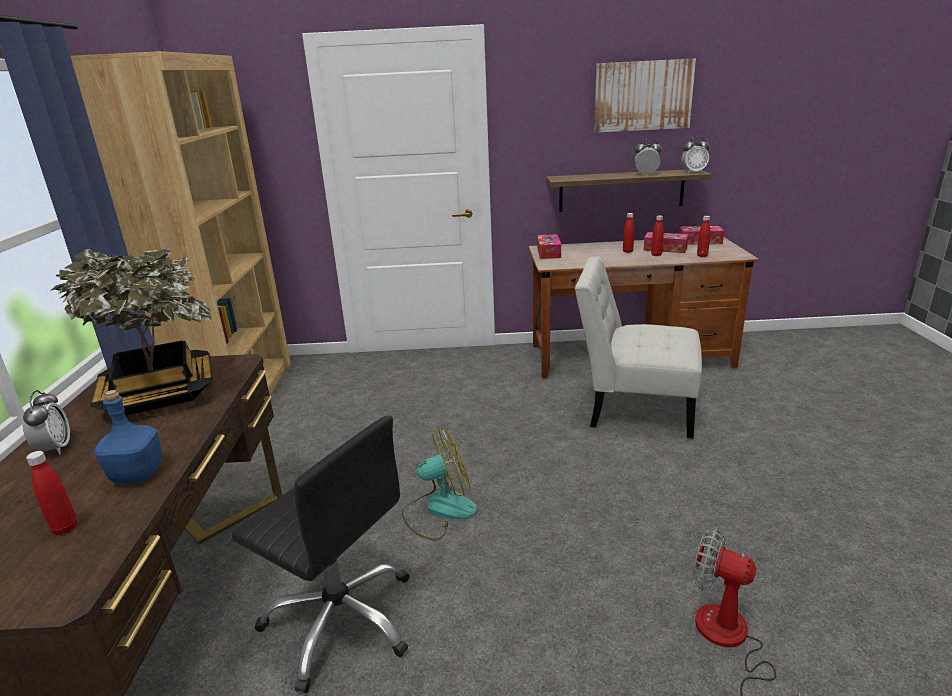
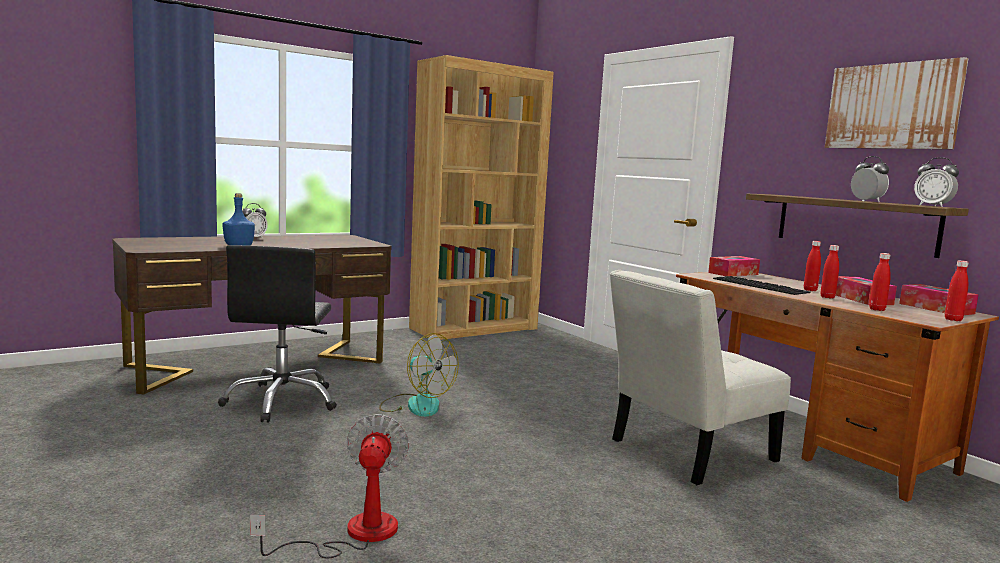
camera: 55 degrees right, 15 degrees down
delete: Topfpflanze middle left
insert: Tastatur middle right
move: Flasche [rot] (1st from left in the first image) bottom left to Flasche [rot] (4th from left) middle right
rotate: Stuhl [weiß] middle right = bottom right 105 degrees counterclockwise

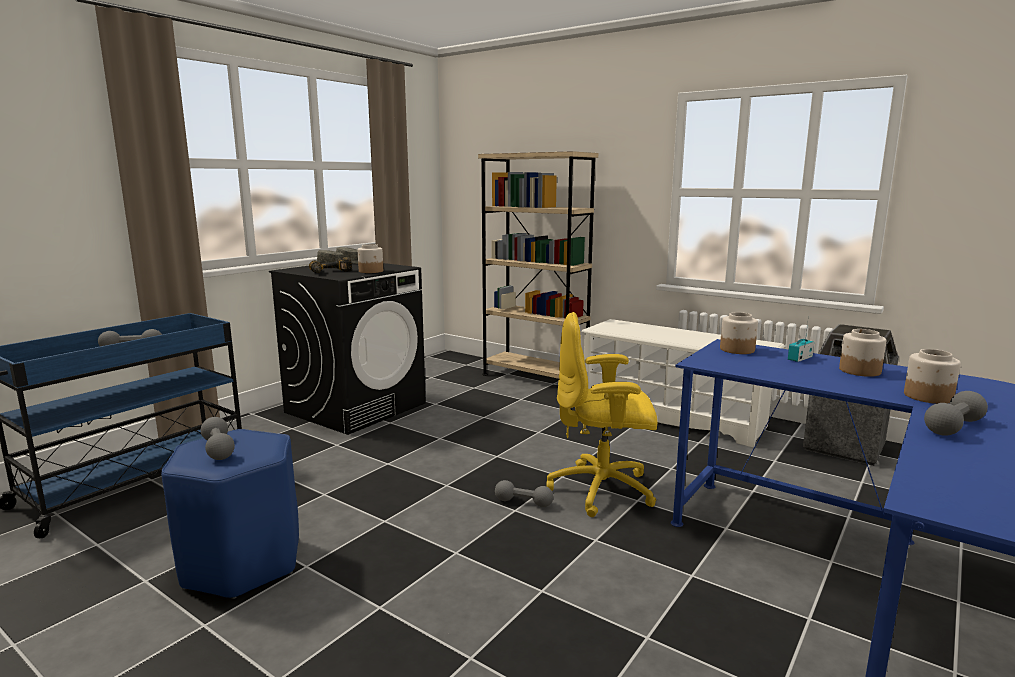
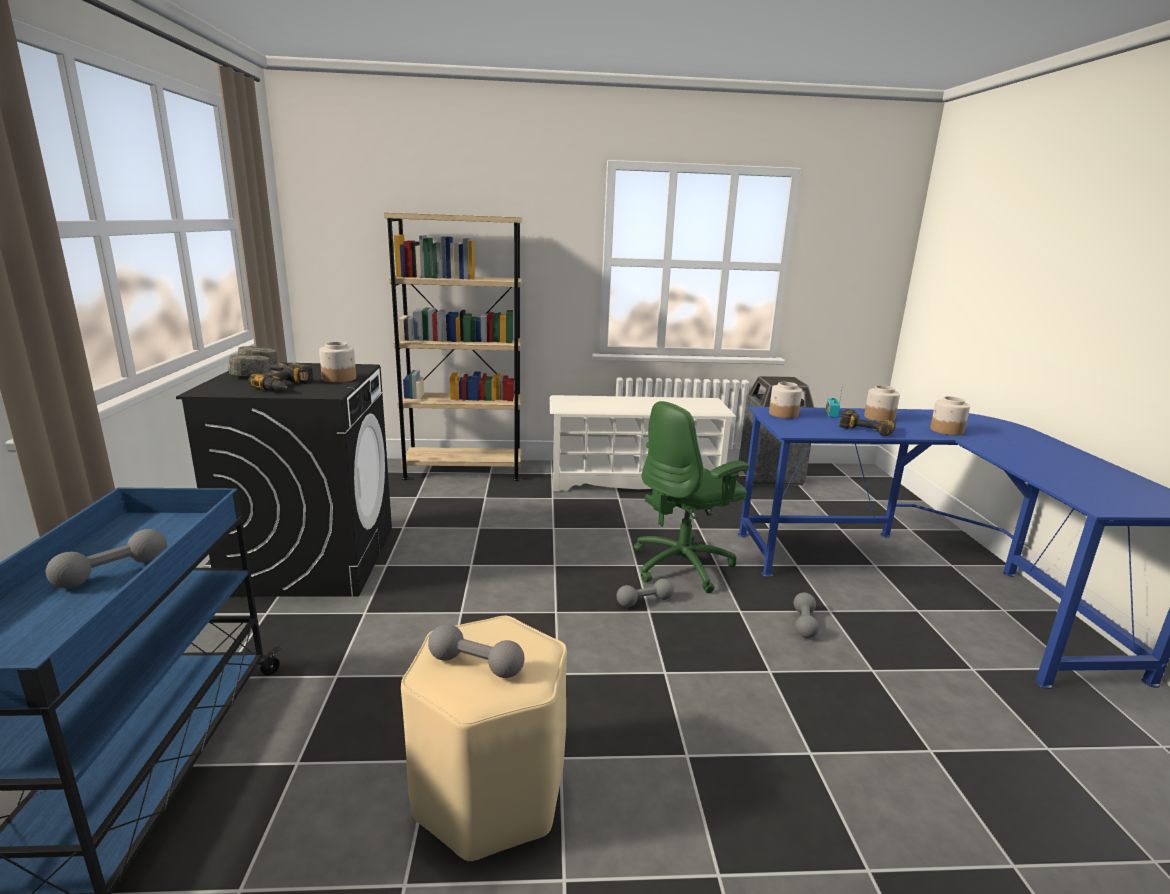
camera: 40 degrees left, 5 degrees up
insert: Bohrmaschine (2nd from left) middle right
move: Hantel [grau] (4th from left) middle right to bottom right
recolor: Hocker [blau] bottom left to Hocker [beige] bottom centre; Bürostuhl [gelb] centre to Bürostuhl [grün] centre

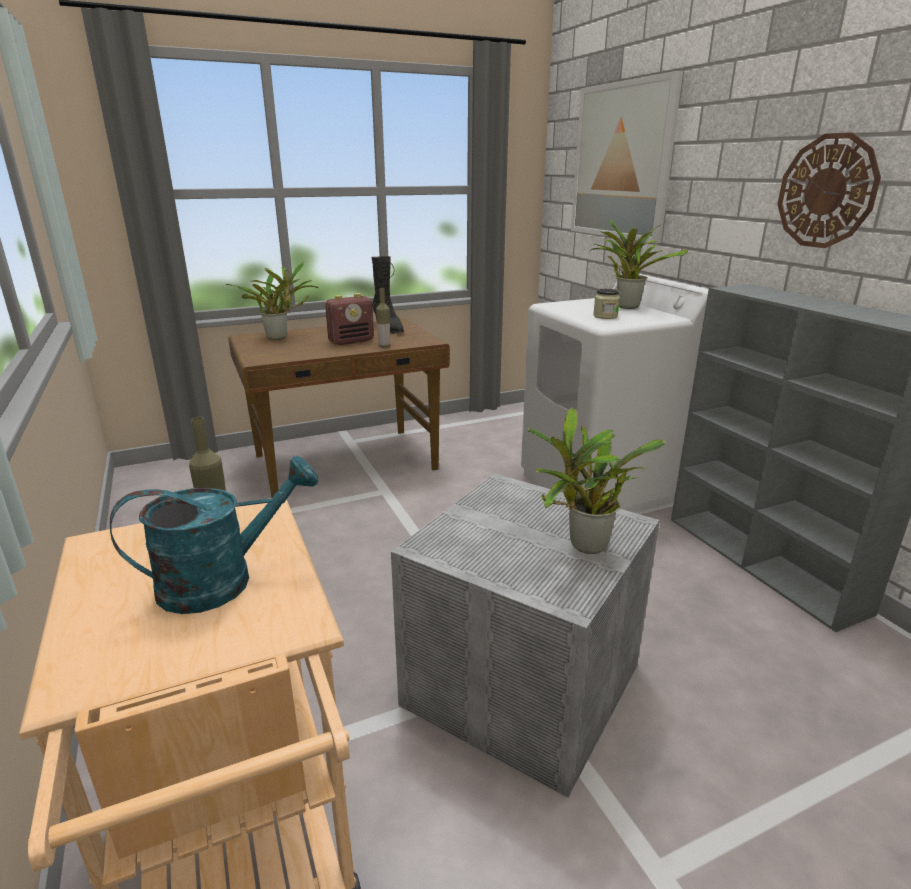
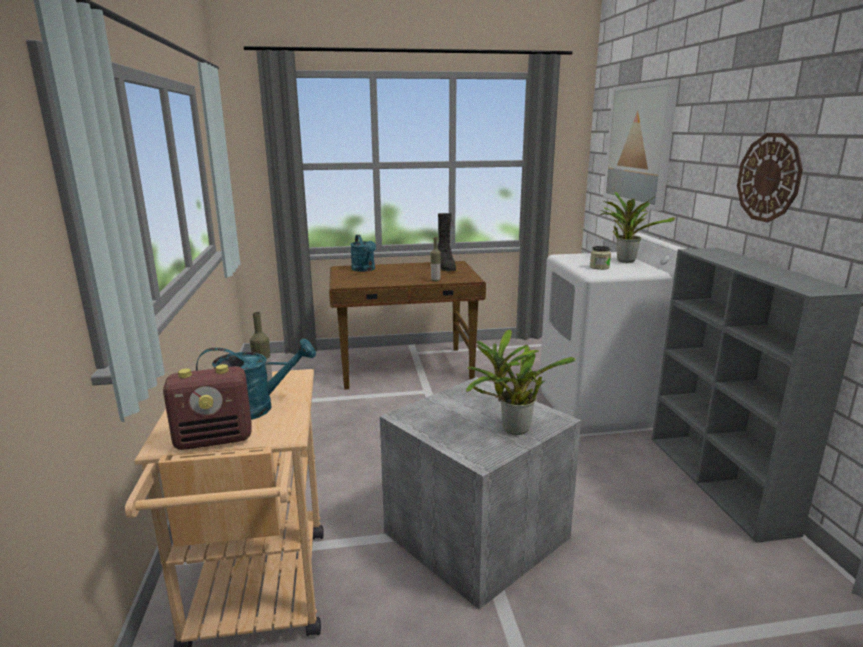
camera: 15 degrees right, 5 degrees down
move: Radio centre to middle left
replace: Topfpflanze (1st from left) middle left to Gießkanne [türkis] (2nd from left) centre

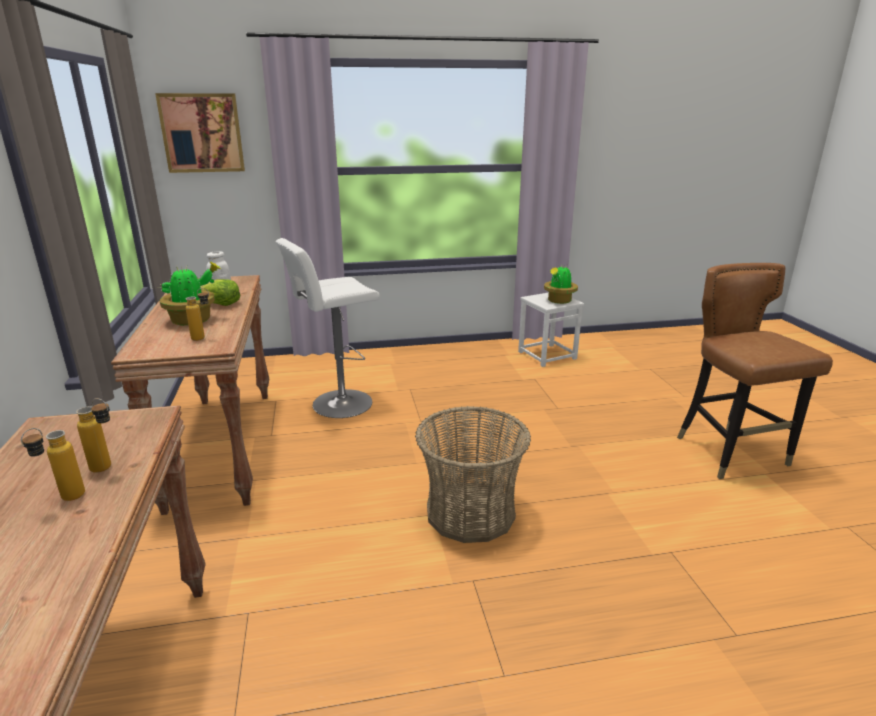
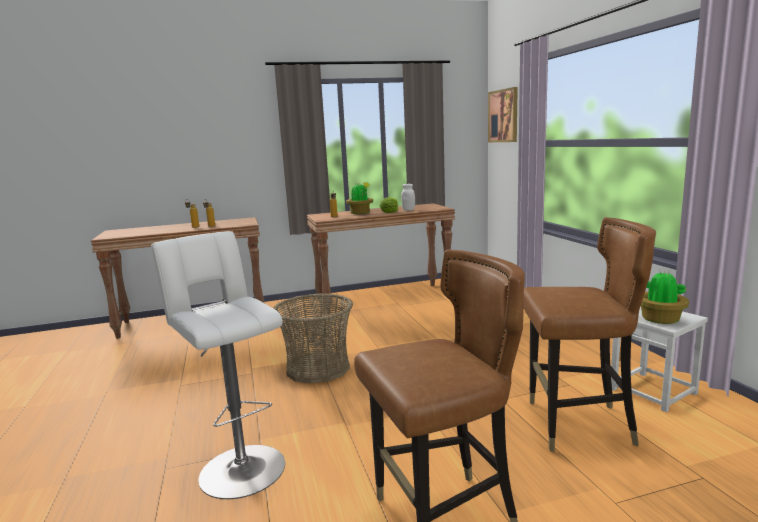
camera: 85 degrees right, 10 degrees down
insert: Stuhl [braun] (2nd from left) middle right
move: Hocker [weiß] (1st from left) centre to bottom left

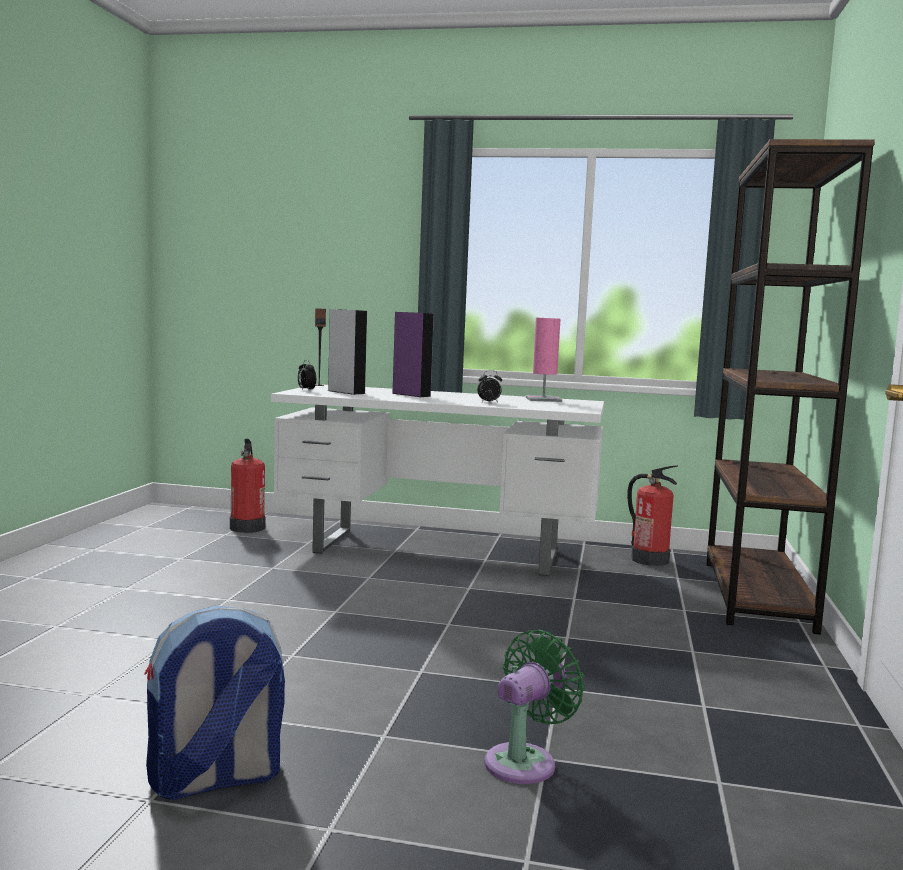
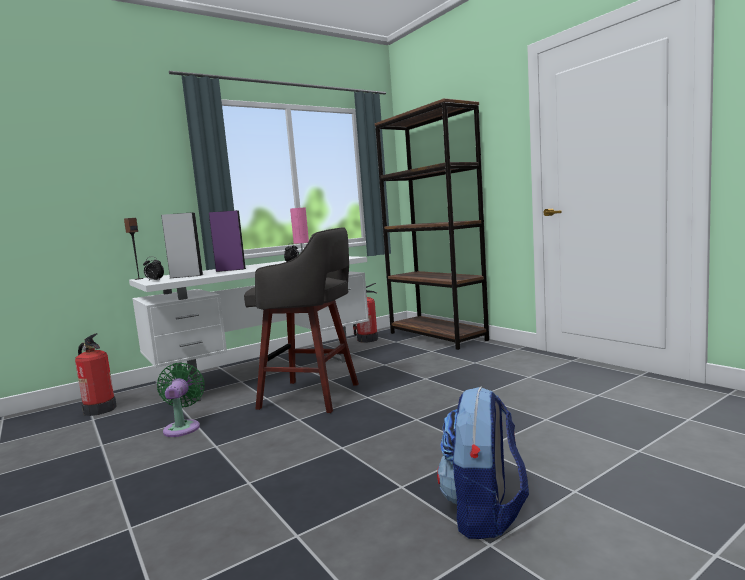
camera: 45 degrees left, 0 degrees up
insert: Hocker [grau] centre
move: Ventilator [grün] bottom centre to bottom left

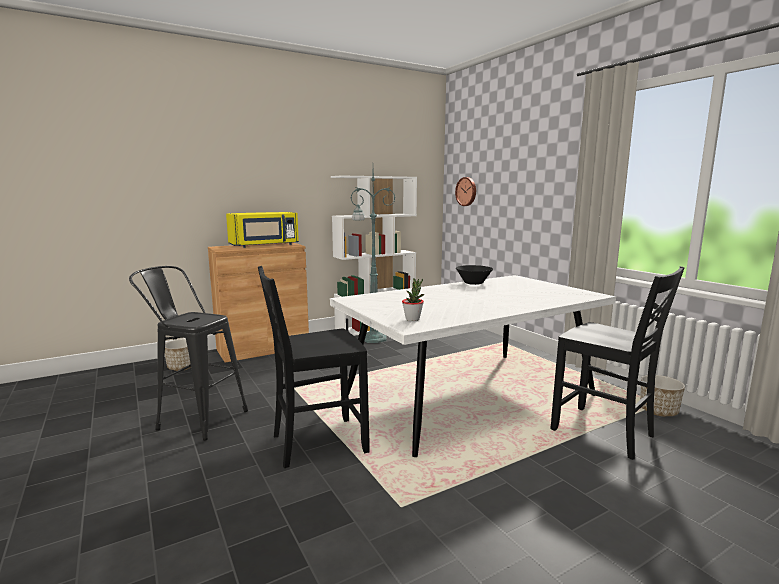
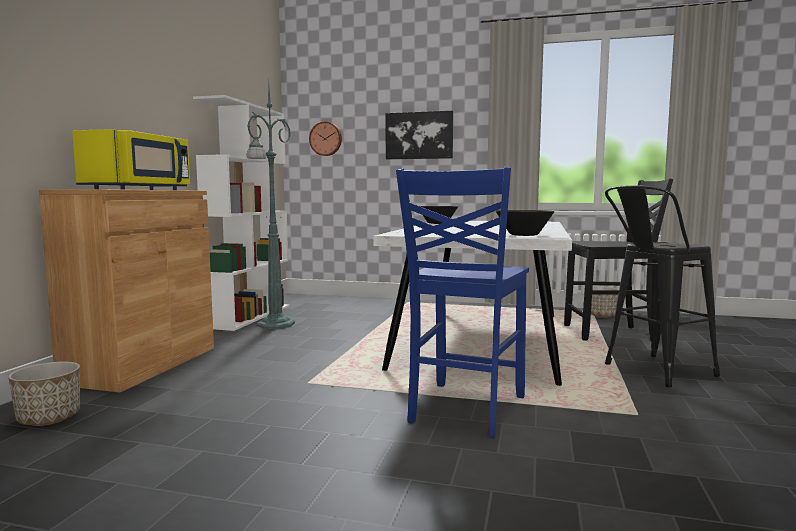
camera: 45 degrees left, 5 degrees down
insert: Bild top centre
move: Hocker [schwarz] middle left to middle right
replace: Topfpflanze centre to Schüssel [schwarz] (2nd from left) centre
recolor: Stuhl [schwarz] (1st from left) centre to Stuhl [blau] centre

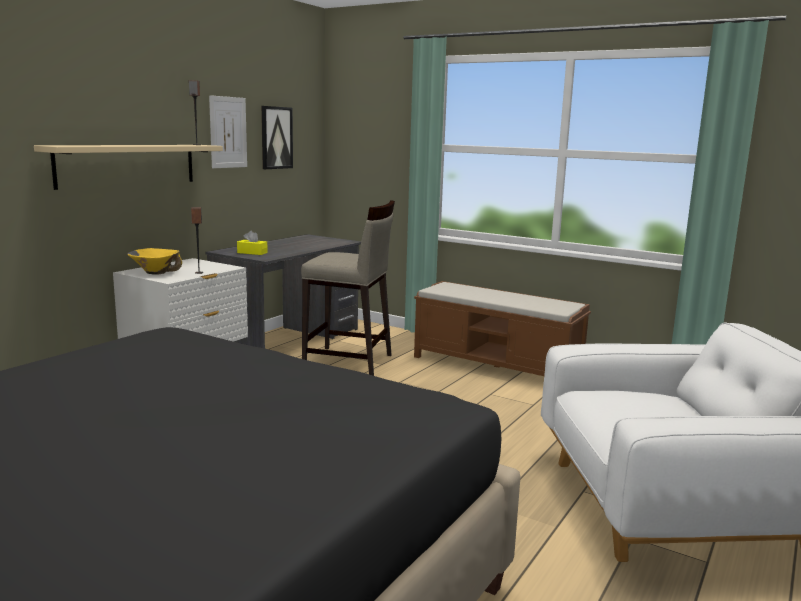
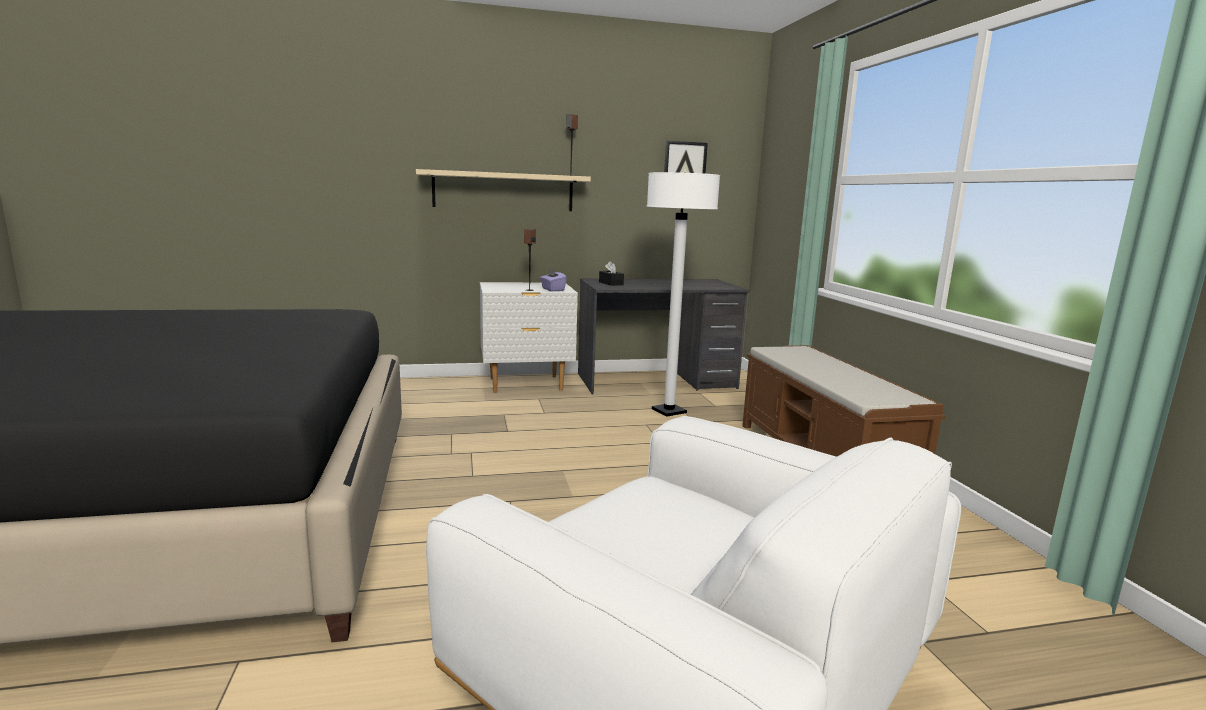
camera: 45 degrees right, 0 degrees up
delete: Schüssel [gelb] middle left; Bild (1st from left) top left
insert: Taschentuchbox [lila] centre
replace: Hocker [beige] centre to Stehlampe [weiß] centre
recolor: Taschentuchbox [gelb] middle left to Taschentuchbox [schwarz] centre

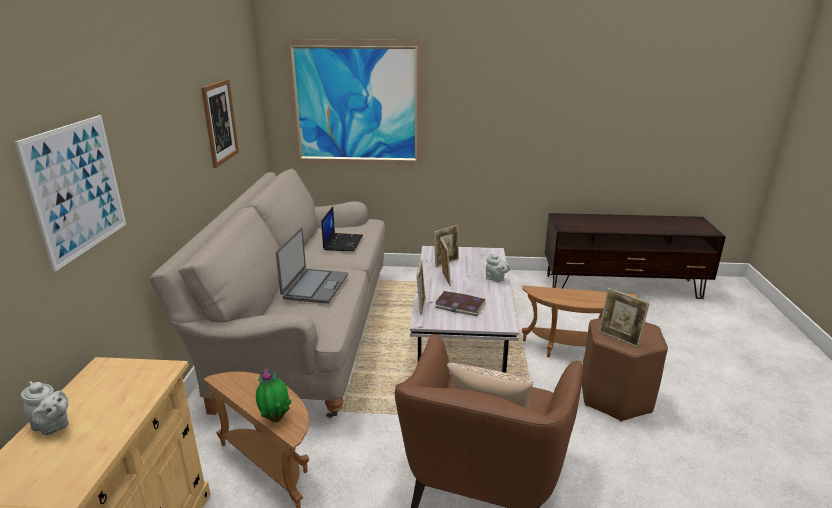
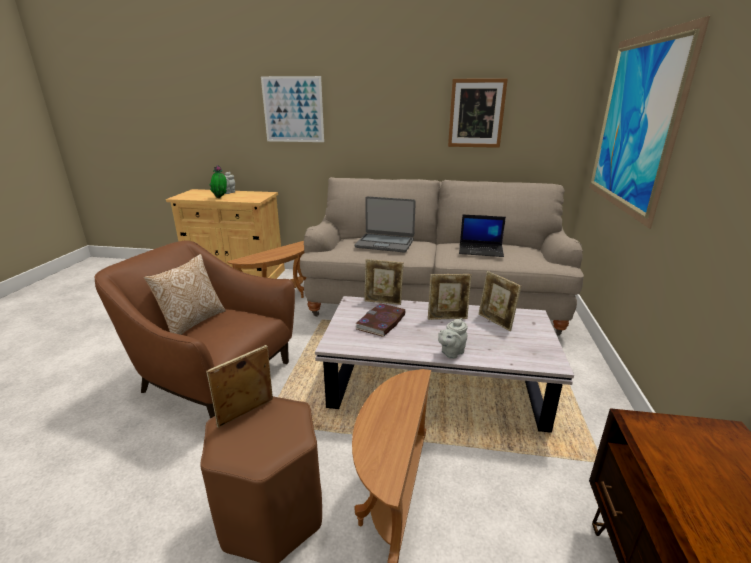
camera: 95 degrees right, 0 degrees up
move: Topfpflanze bottom left to top left

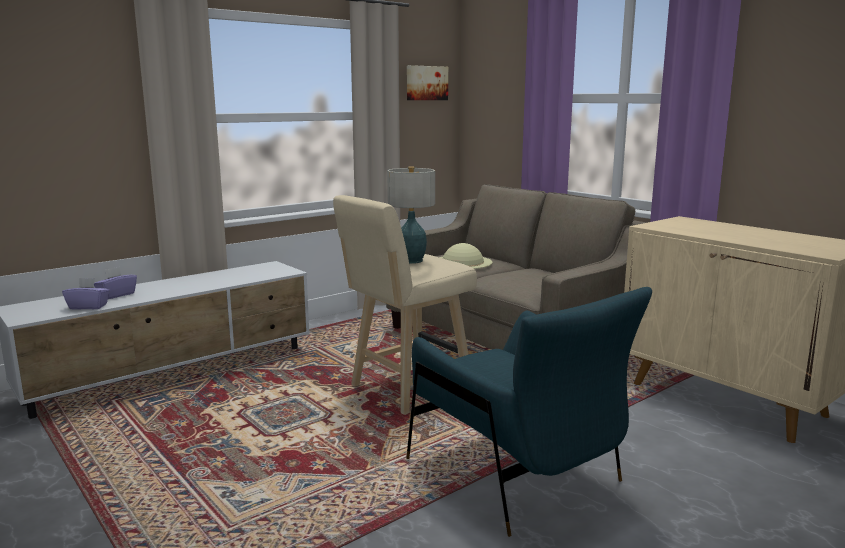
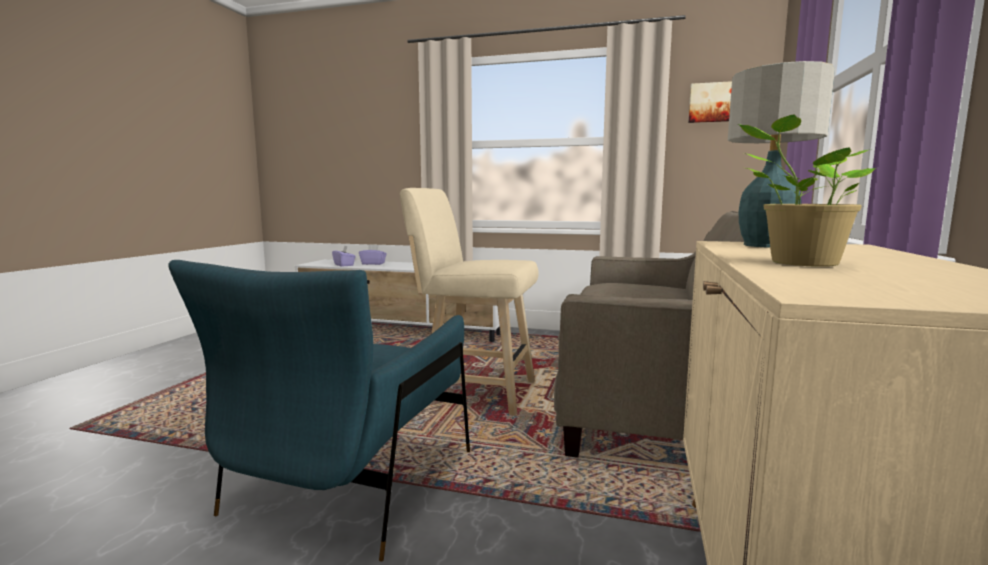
camera: 55 degrees right, 5 degrees down
delete: Hut [beige] centre
insert: Topfpflanze middle right
move: Tischlampe centre to top right

